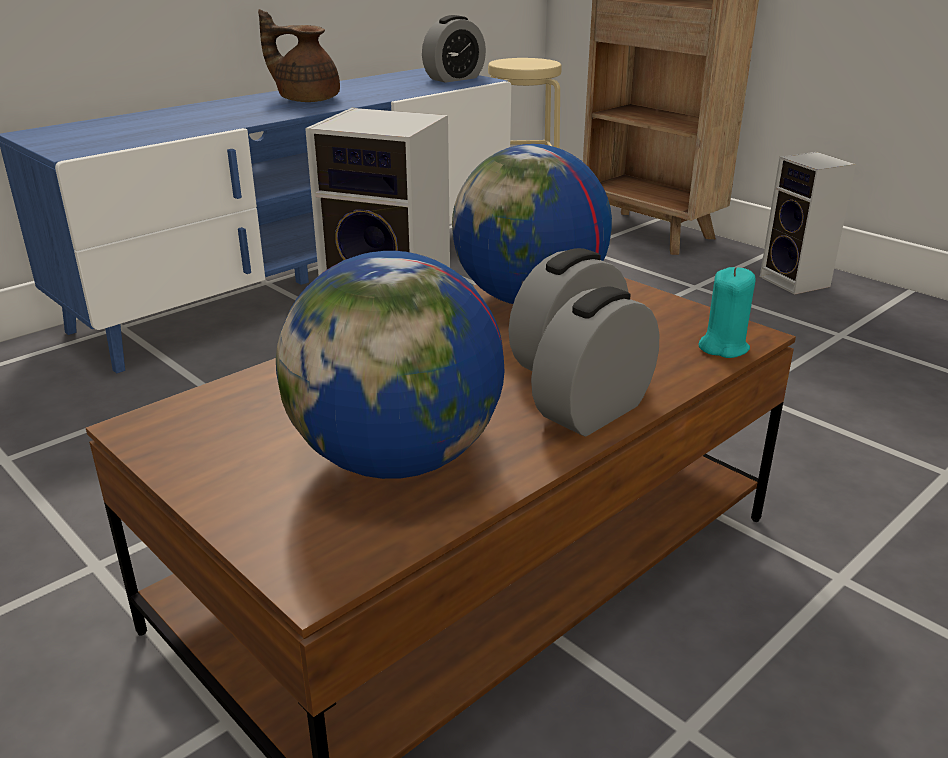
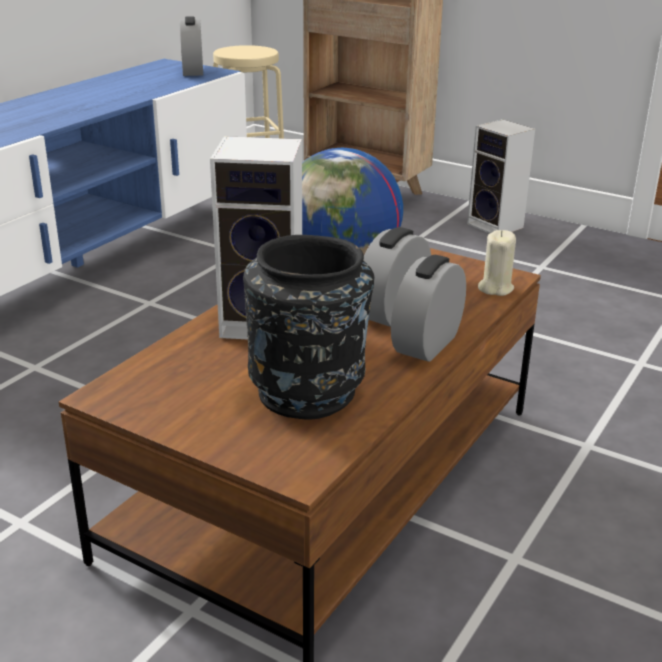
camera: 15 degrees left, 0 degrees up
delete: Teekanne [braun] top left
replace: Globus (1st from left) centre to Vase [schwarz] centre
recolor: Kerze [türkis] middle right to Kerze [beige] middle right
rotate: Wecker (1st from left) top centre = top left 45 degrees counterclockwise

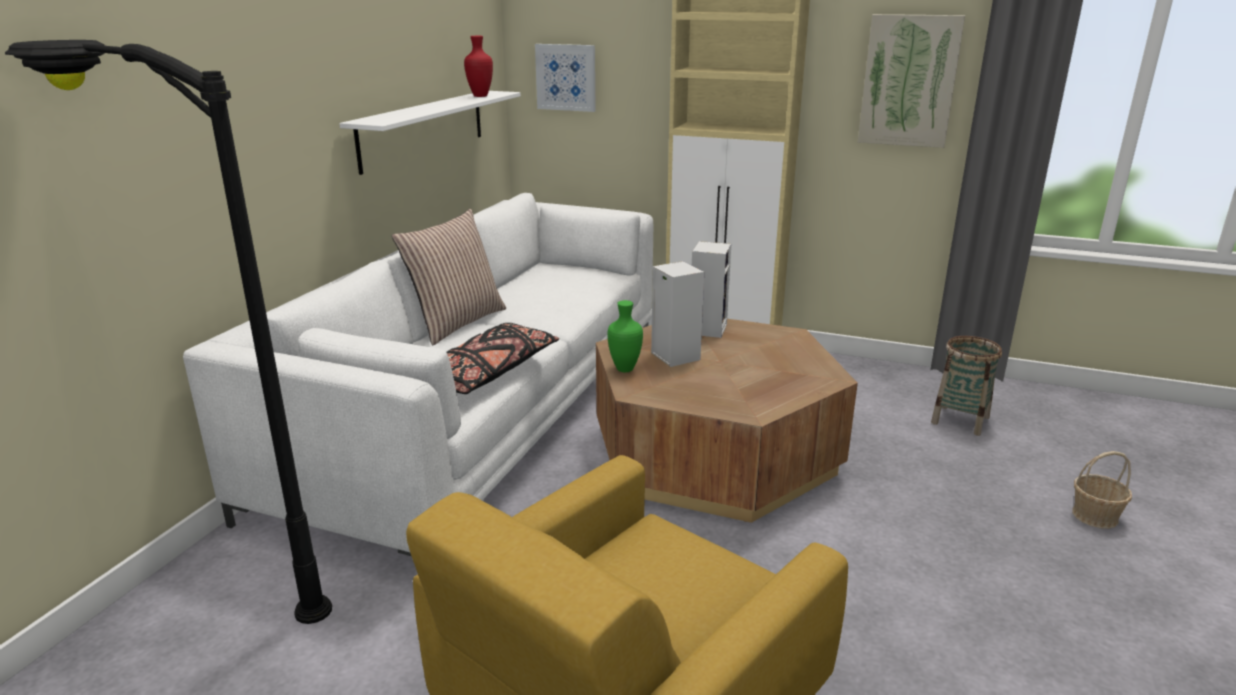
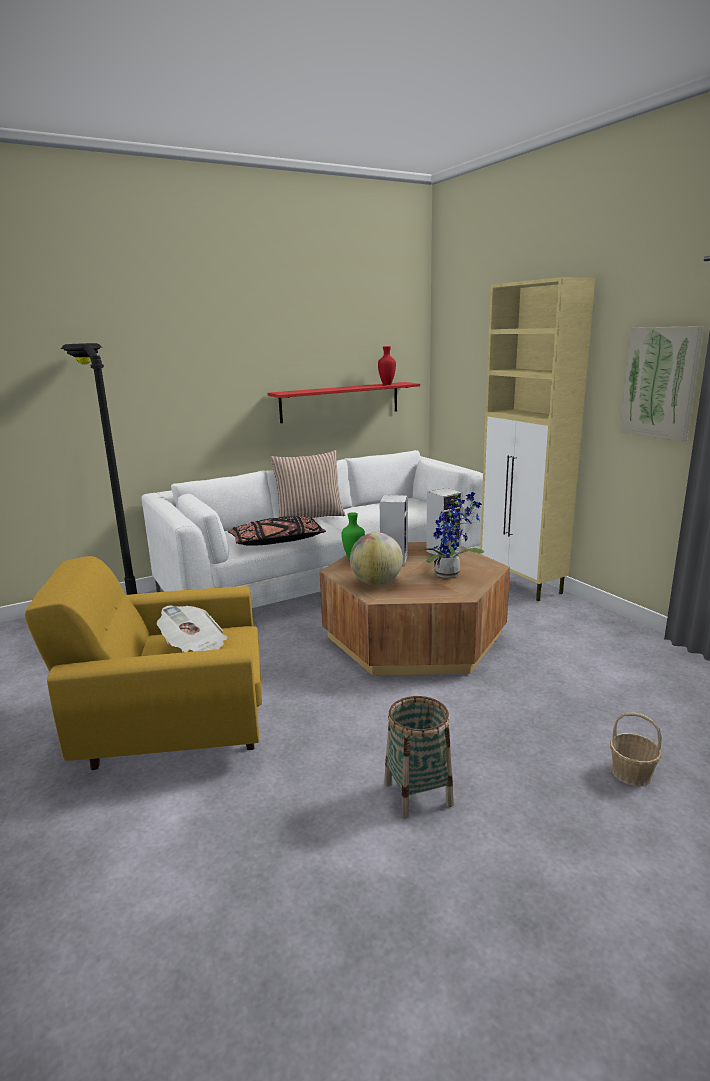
camera: 40 degrees right, 5 degrees down
delete: Bild (1st from left) top centre
insert: Zeitung middle left; Globus centre; Topfpflanze centre
move: Korb (1st from left) middle right to bottom centre
recolor: Wandregal [weiß] top centre to Wandregal [rot] centre

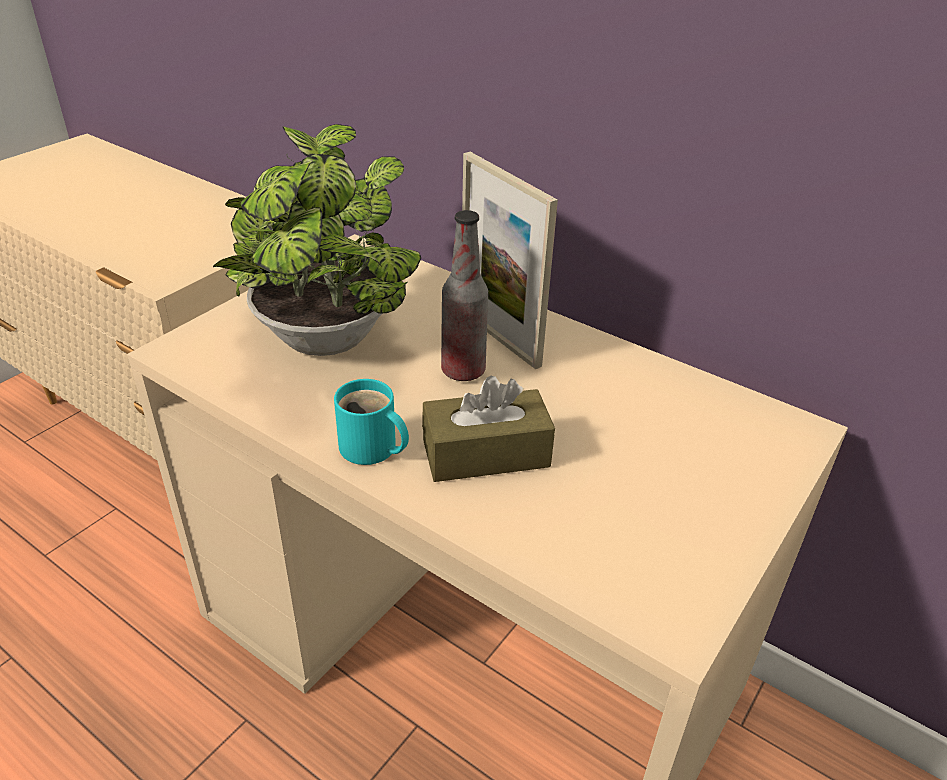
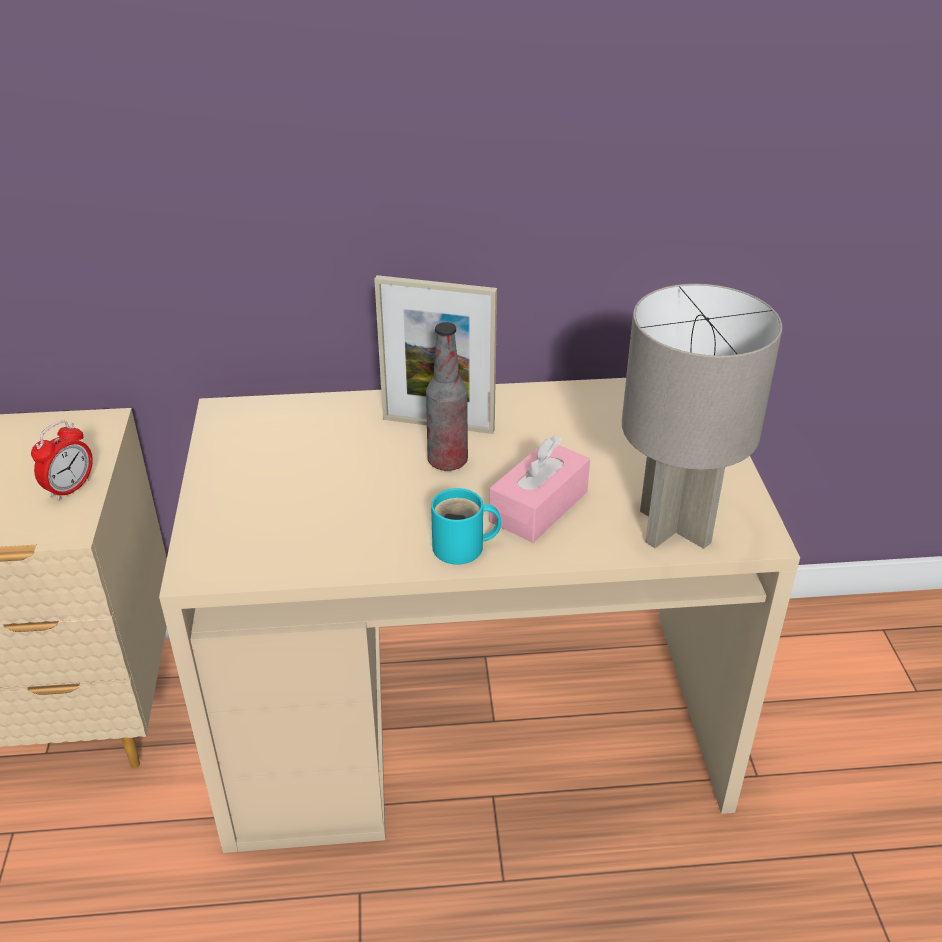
camera: 40 degrees left, 0 degrees up
delete: Topfpflanze top centre
insert: Wecker middle left; Tischlampe [grau] middle right
recolor: Taschentuchbox [braun] centre to Taschentuchbox [rosa] centre

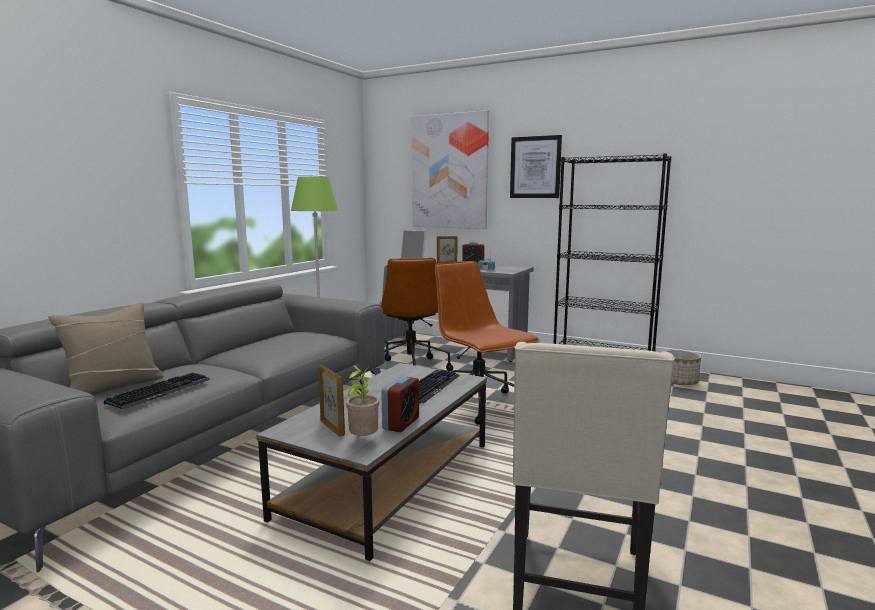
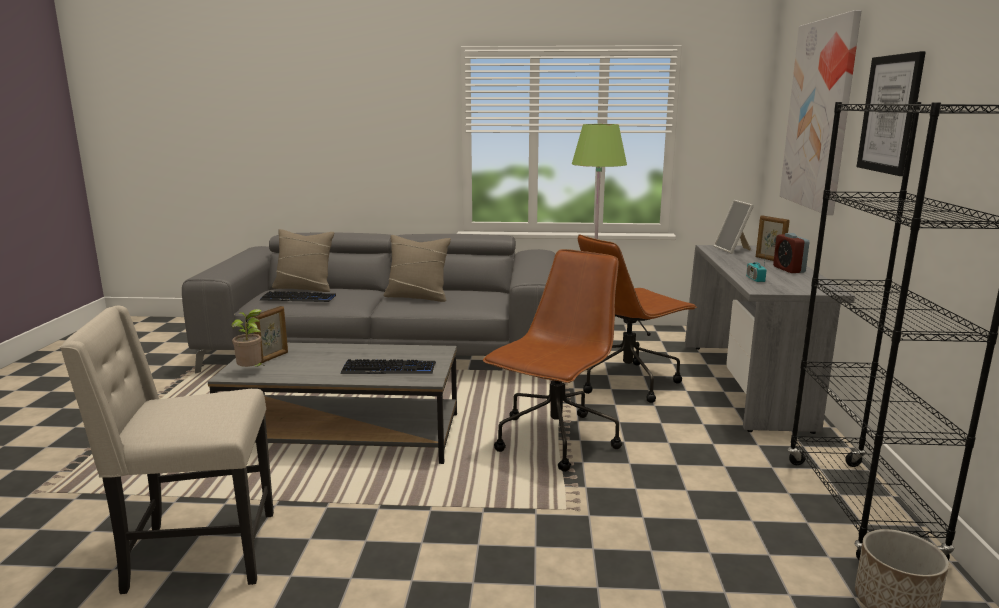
camera: 65 degrees right, 5 degrees up
delete: Wecker (1st from left) centre
insert: Kissen [beige] (2nd from left) centre

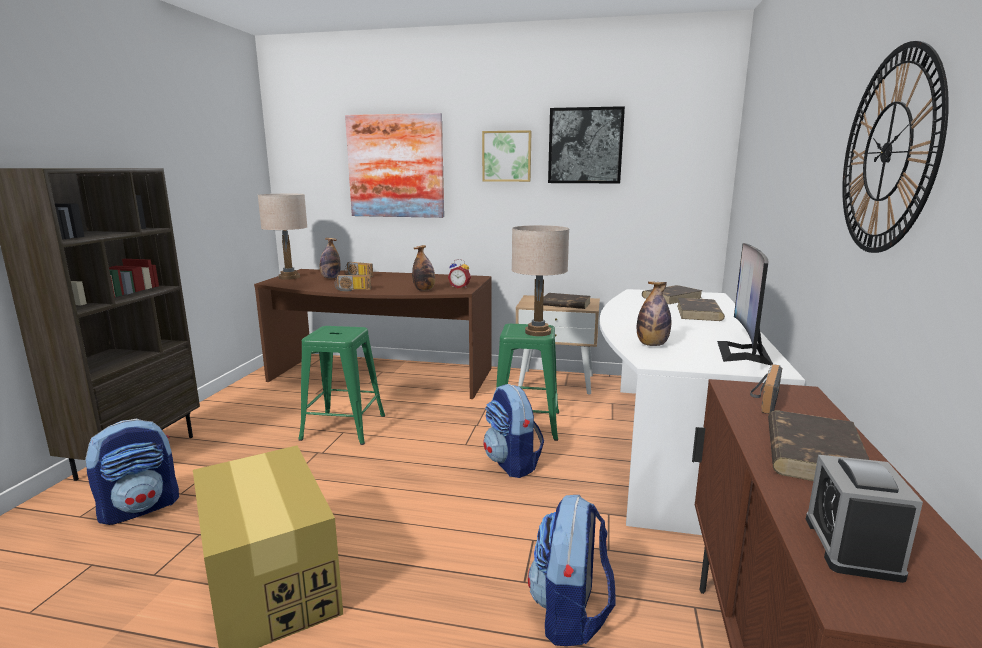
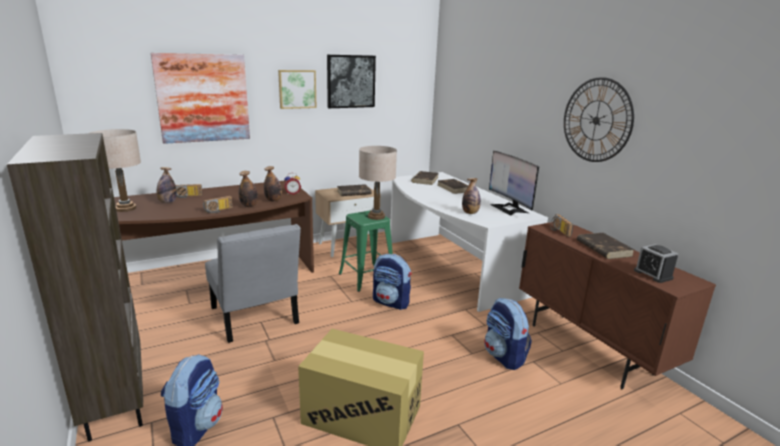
camera: 40 degrees left, 5 degrees up
insert: Flasche (2nd from left) middle left
replace: Hocker [grün] (1st from left) centre to Stuhl [grau] middle left

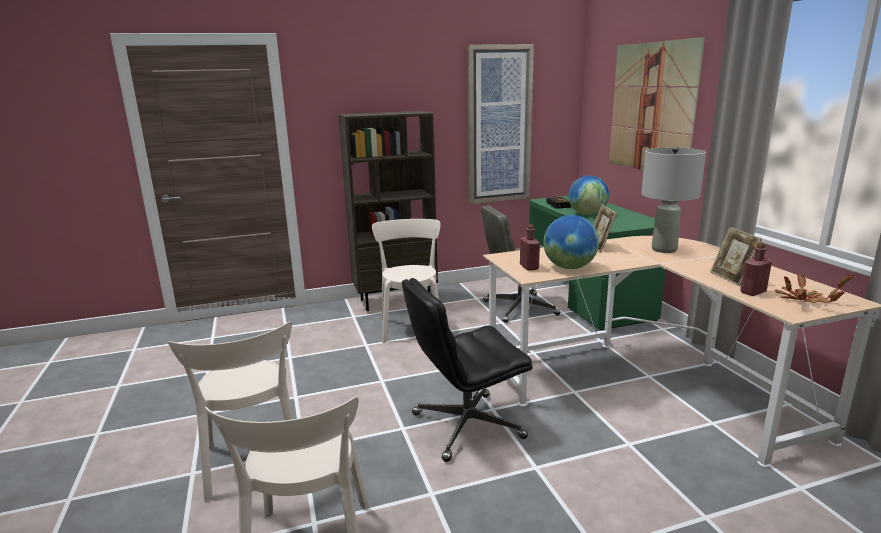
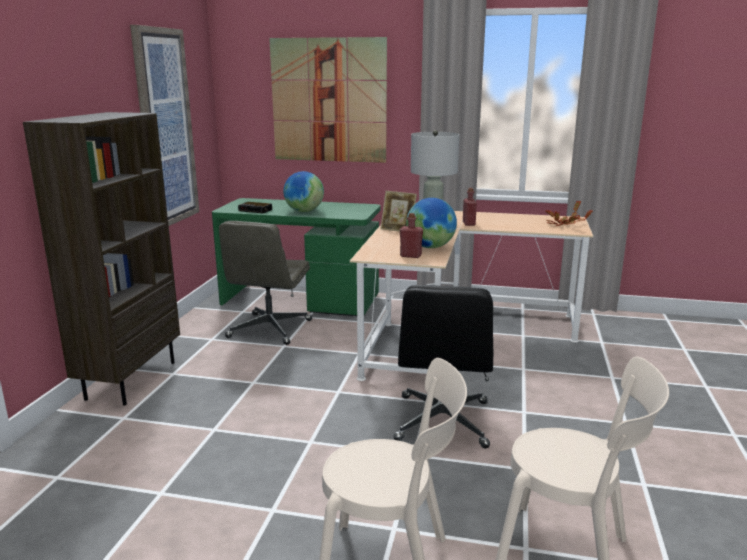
camera: 60 degrees left, 0 degrees up
delete: Stuhl [beige] (3rd from left) centre; Bilderrahmen (2nd from left) middle right
move: Flasche [rot] (2nd from left) middle right to centre

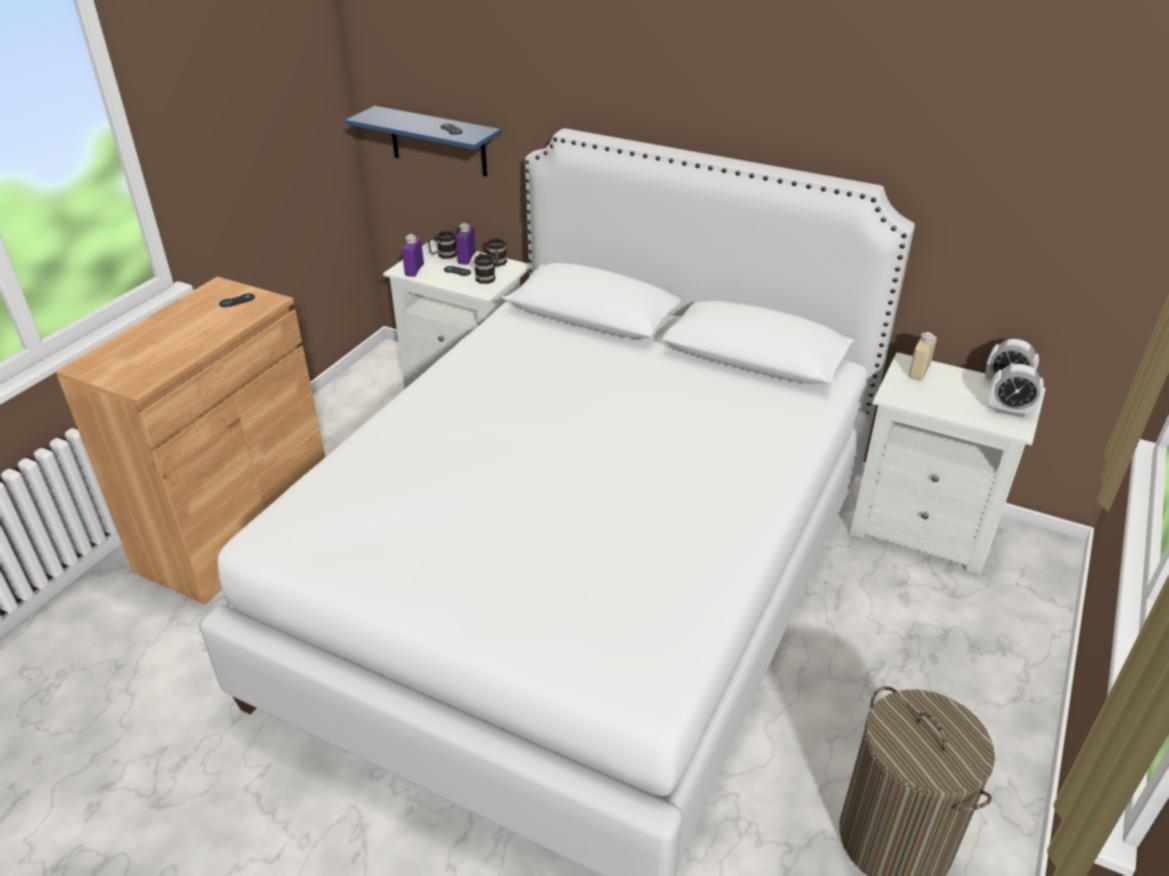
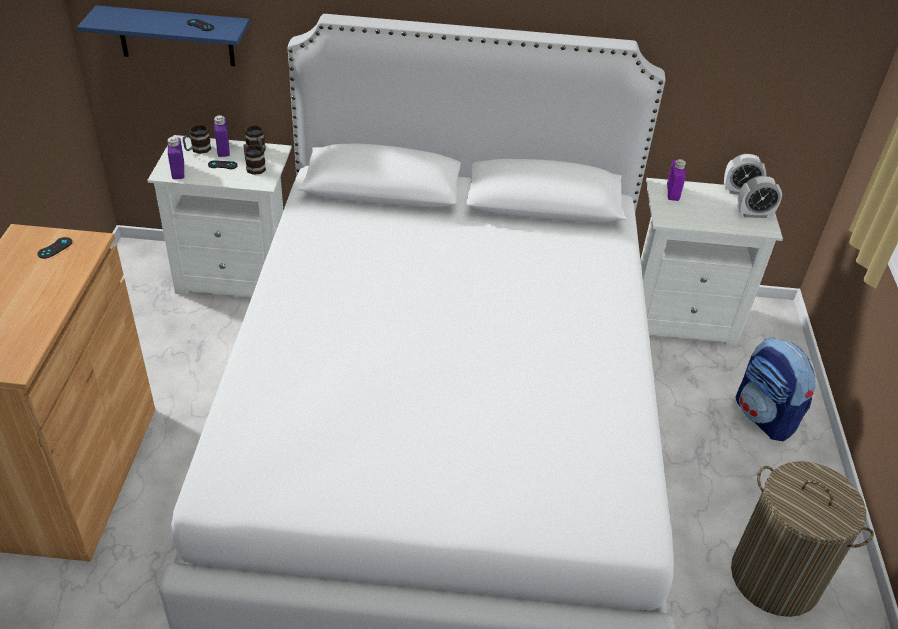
camera: 25 degrees left, 5 degrees up
insert: Rucksack middle right
recolor: Flasche [beige] middle right to Flasche [lila] (3rd from left) top right

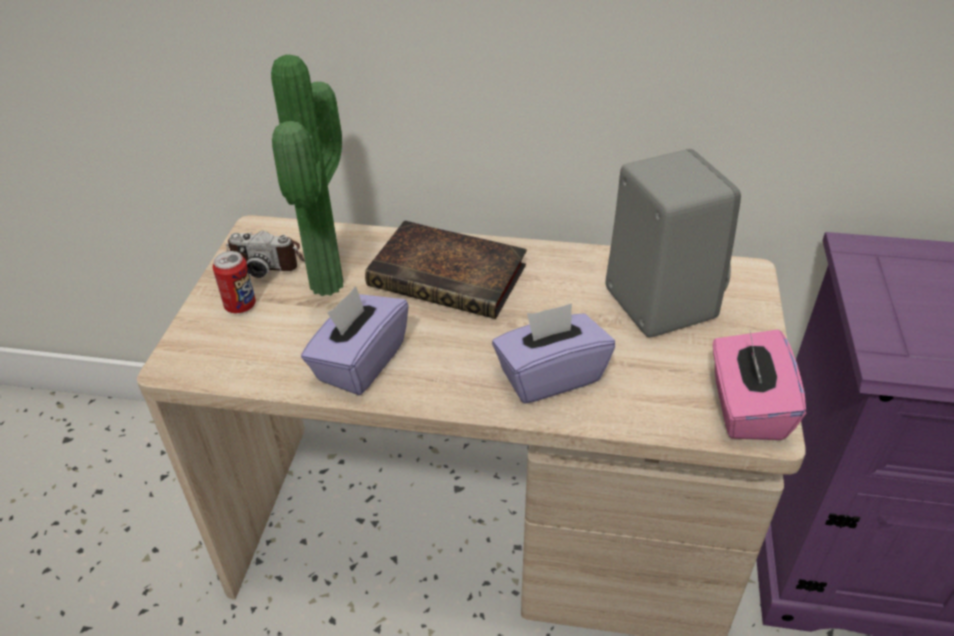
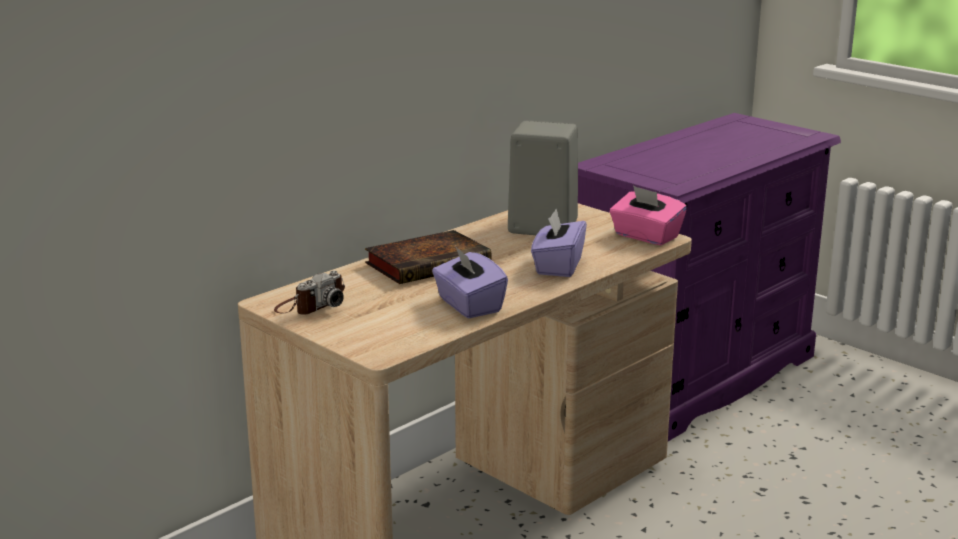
camera: 55 degrees left, 20 degrees down
delete: Dose middle left; Topfpflanze top left

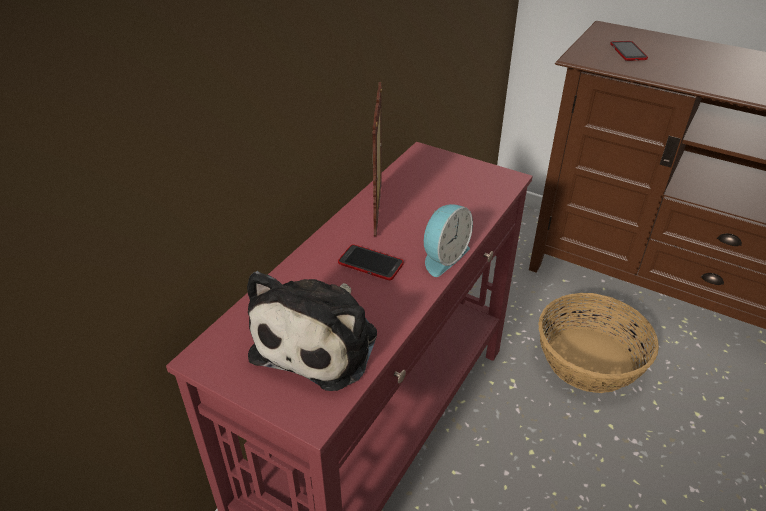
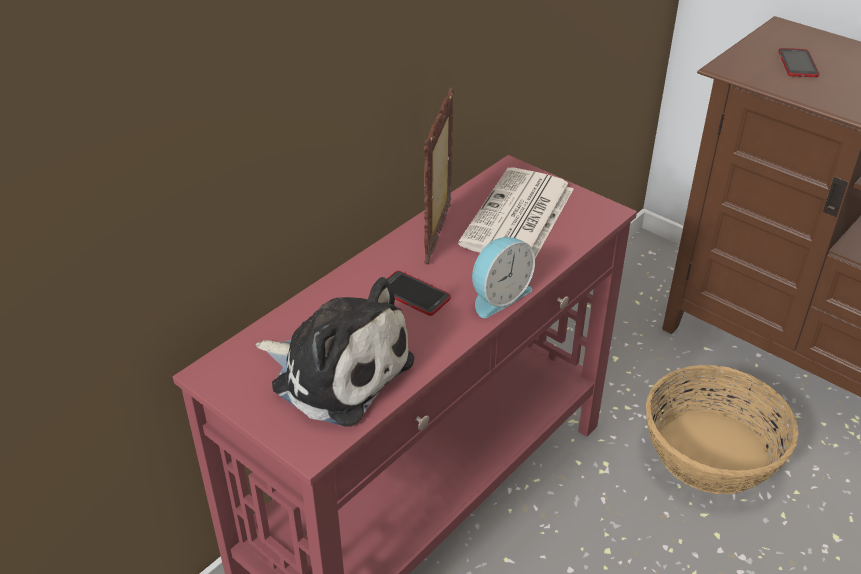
camera: 10 degrees right, 0 degrees up
insert: Zeitung centre
rotate: Plüschtier centre = centre 90 degrees counterclockwise

